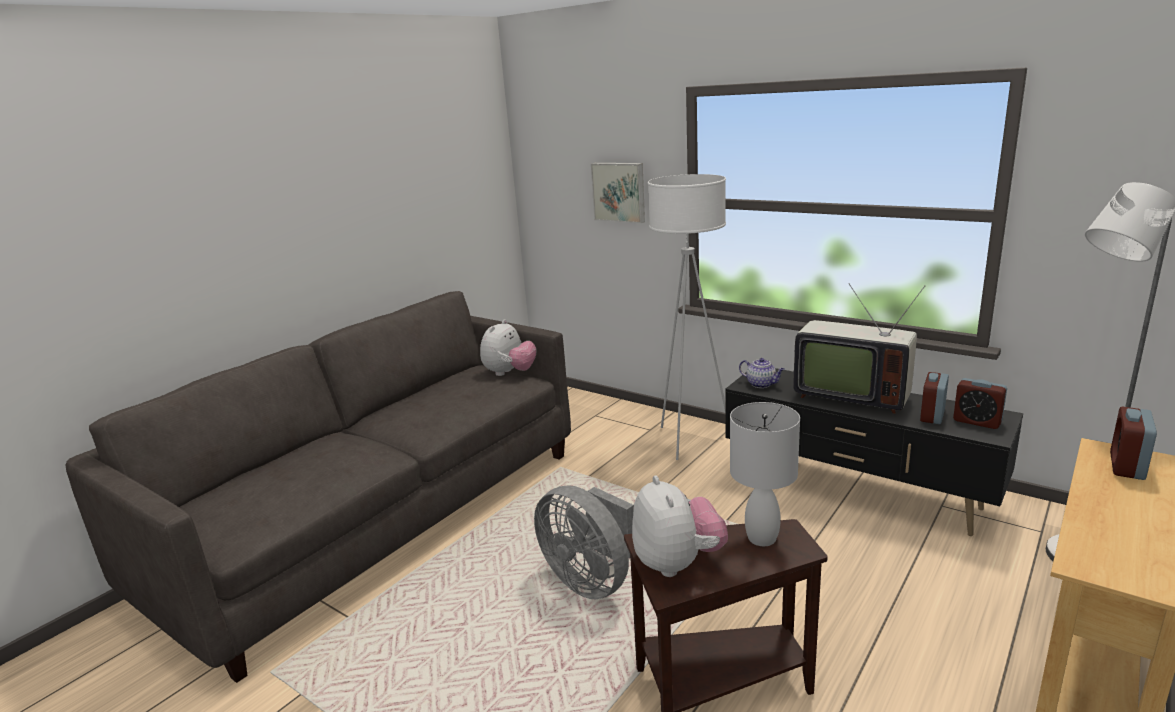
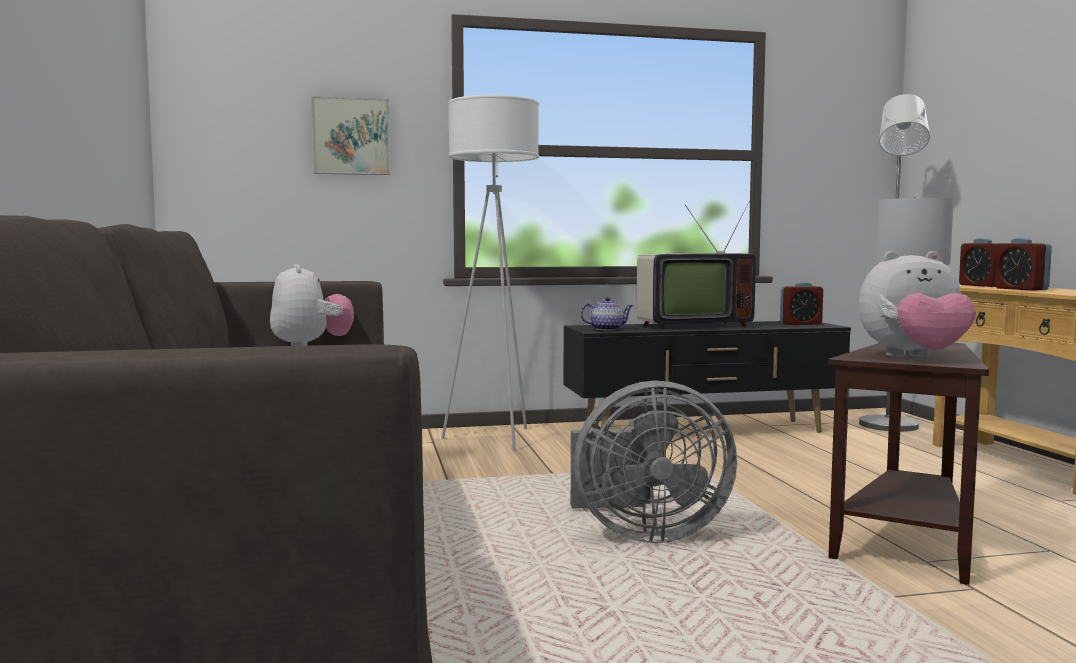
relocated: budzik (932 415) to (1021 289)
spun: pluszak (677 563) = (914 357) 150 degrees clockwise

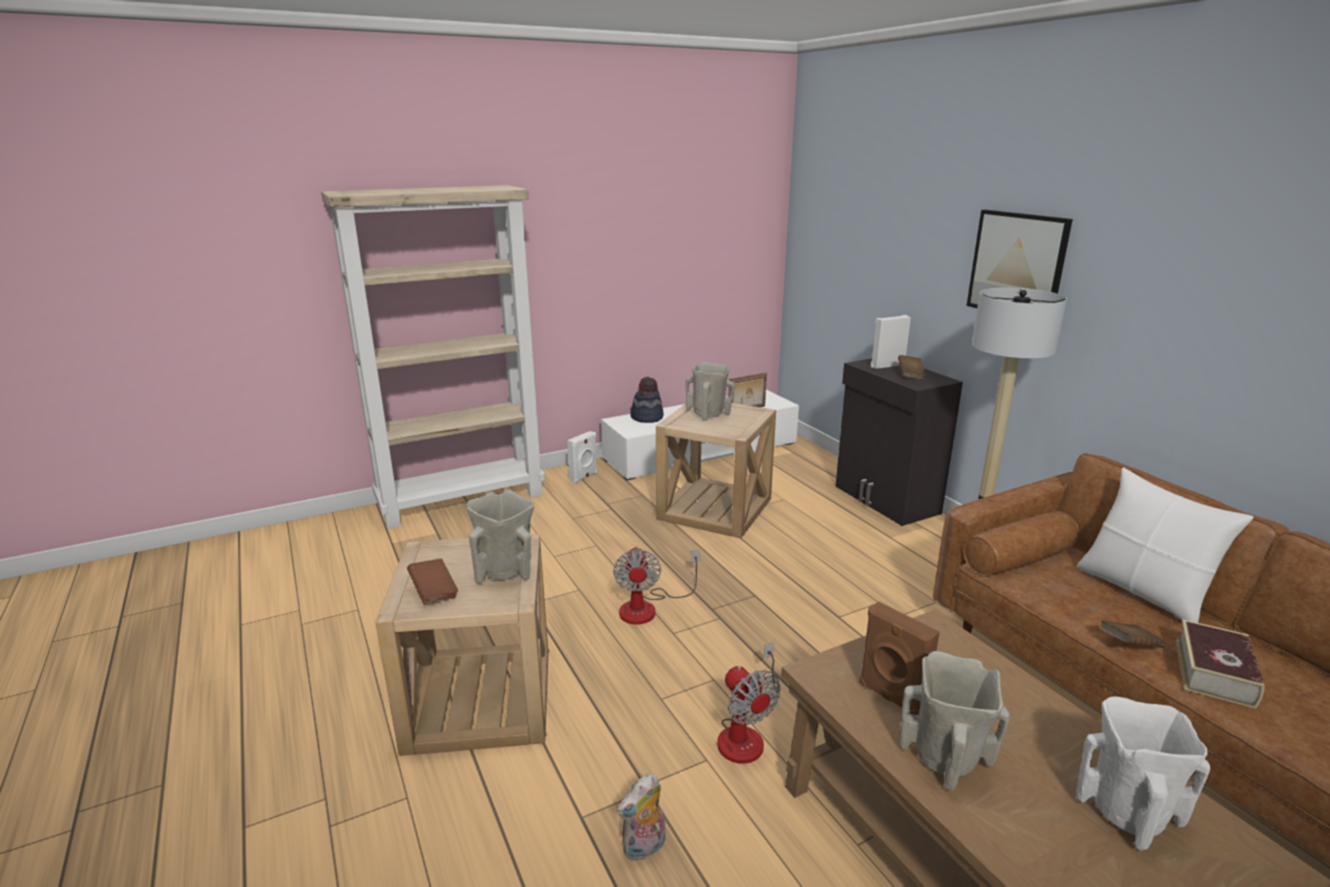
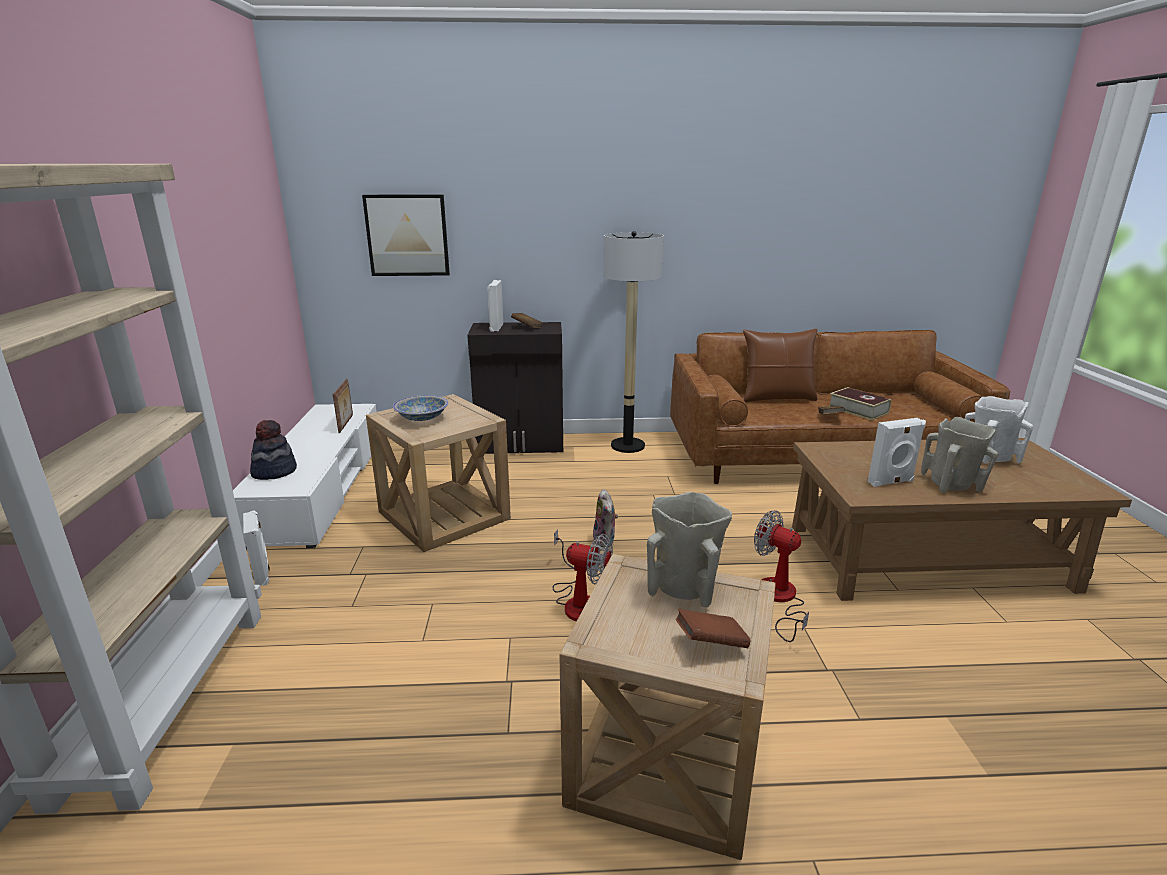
relocated: pluszak (644 848) to (606 541); obraz (1017 265) to (407 235)
exchanged: wazon/beżowy (709 414) to miska (422 418)
colour: głośnik/brązowy (890 698) to głośnik/biały (891 482); poduszka/biały (1142 592) to poduszka/brązowy (777 398)
spun: wentylator (746 733) = (779 599) 135 degrees counterclockwise

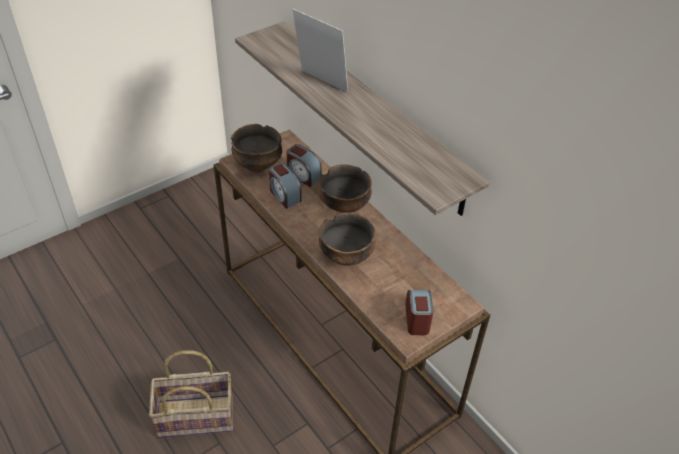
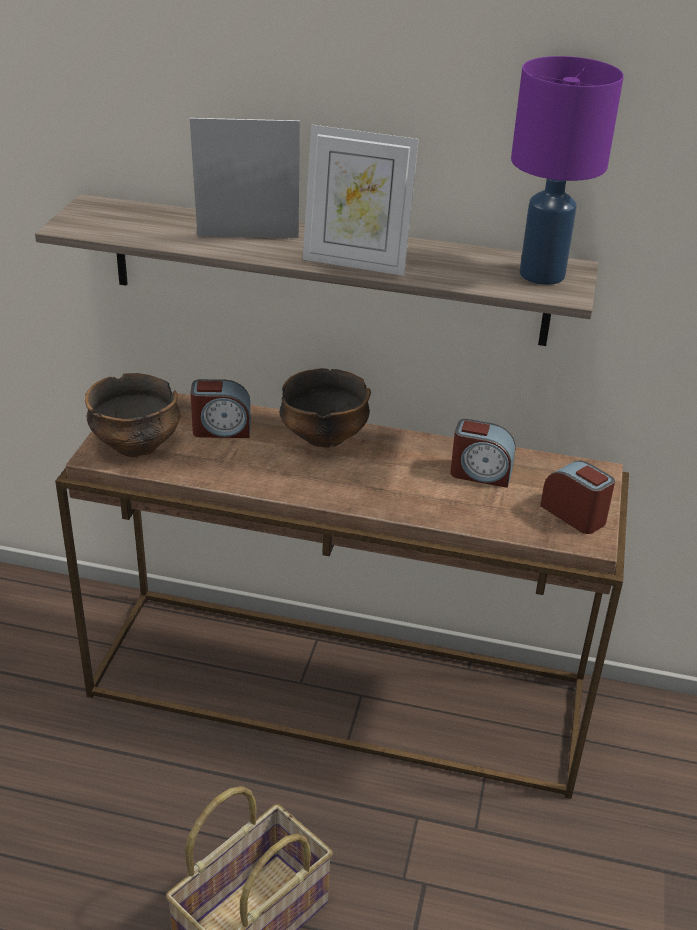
missing: miska (346 256)
appeared: ramka na zdjęcie (355 263); lampa stołowa/fioletowy (542 275)
relocated: budzik (284 195) to (480 473)

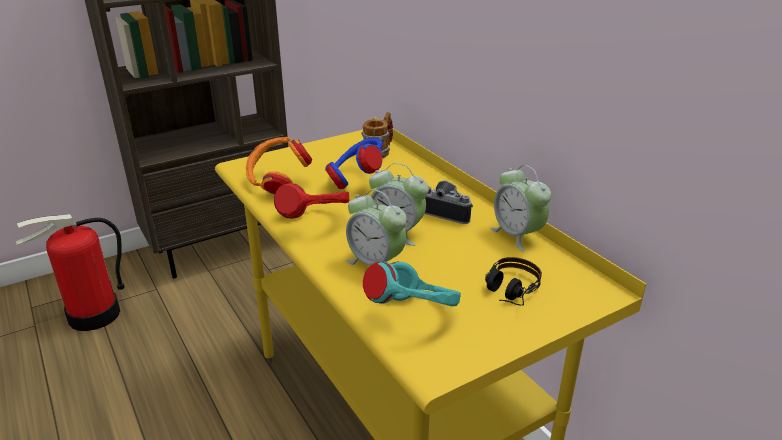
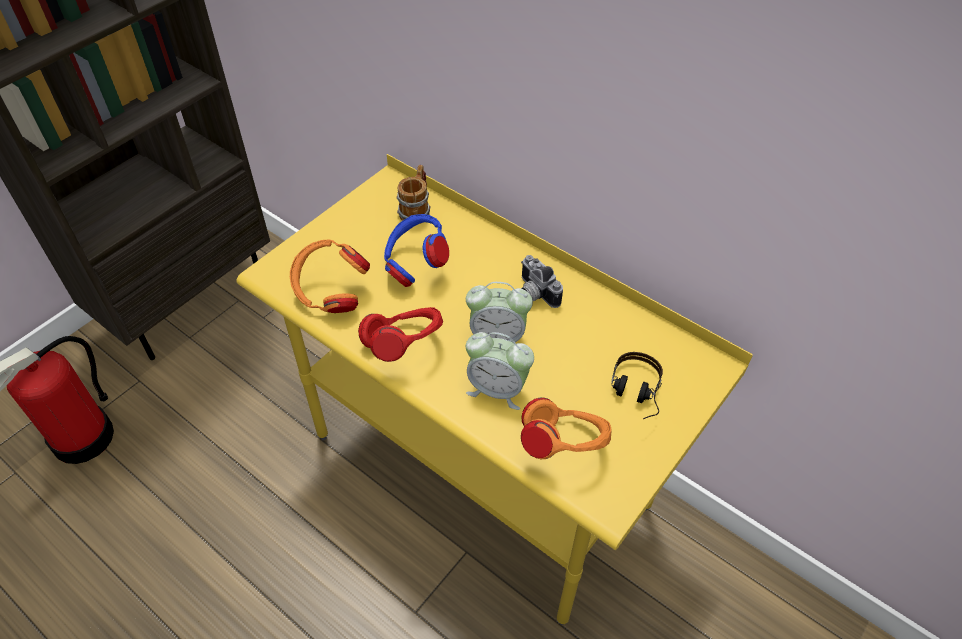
missing: budzik (517 235)
colour: słuchawki/turkusowy (414 314) to słuchawki/pomarańczowy (563 446)
spun: aparat fotograficzny (448 212) = (534 293) 135 degrees counterclockwise

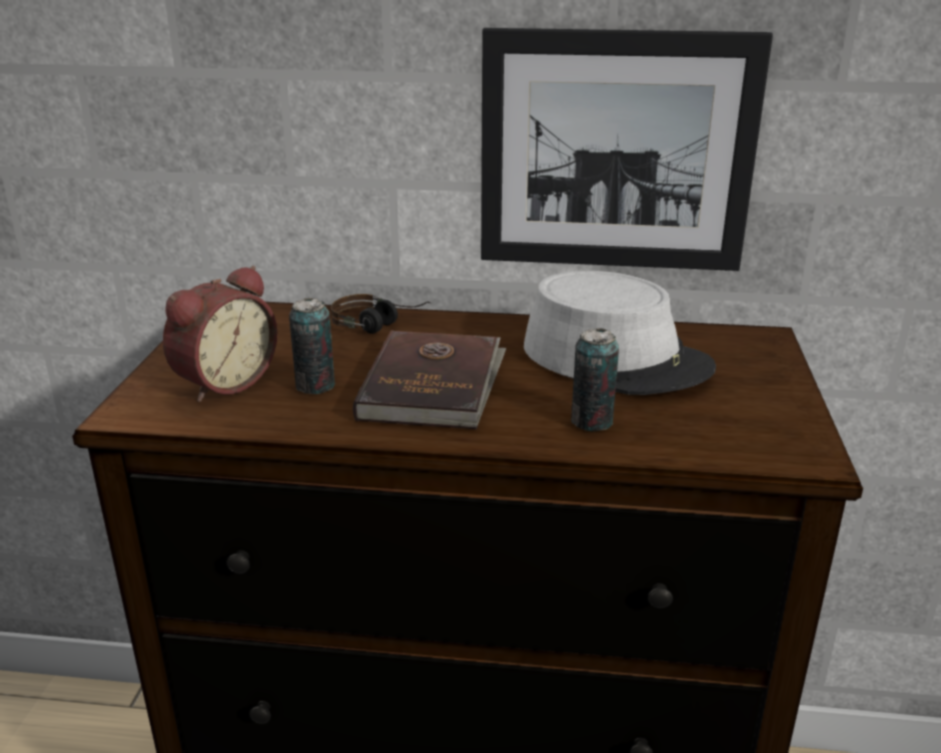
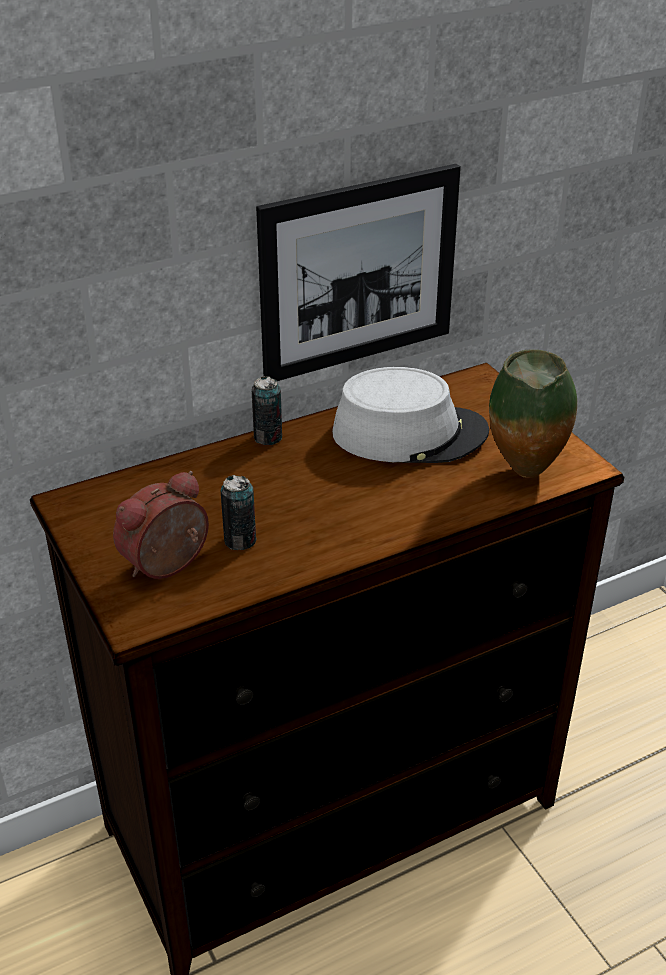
missing: słuchawki (380 326); książka/brązowy (434 385)
appeared: wazon (525 475)
relocated: puszka (591 421) to (268 437)
spun: budzik (223 382) = (168 566) 135 degrees counterclockwise

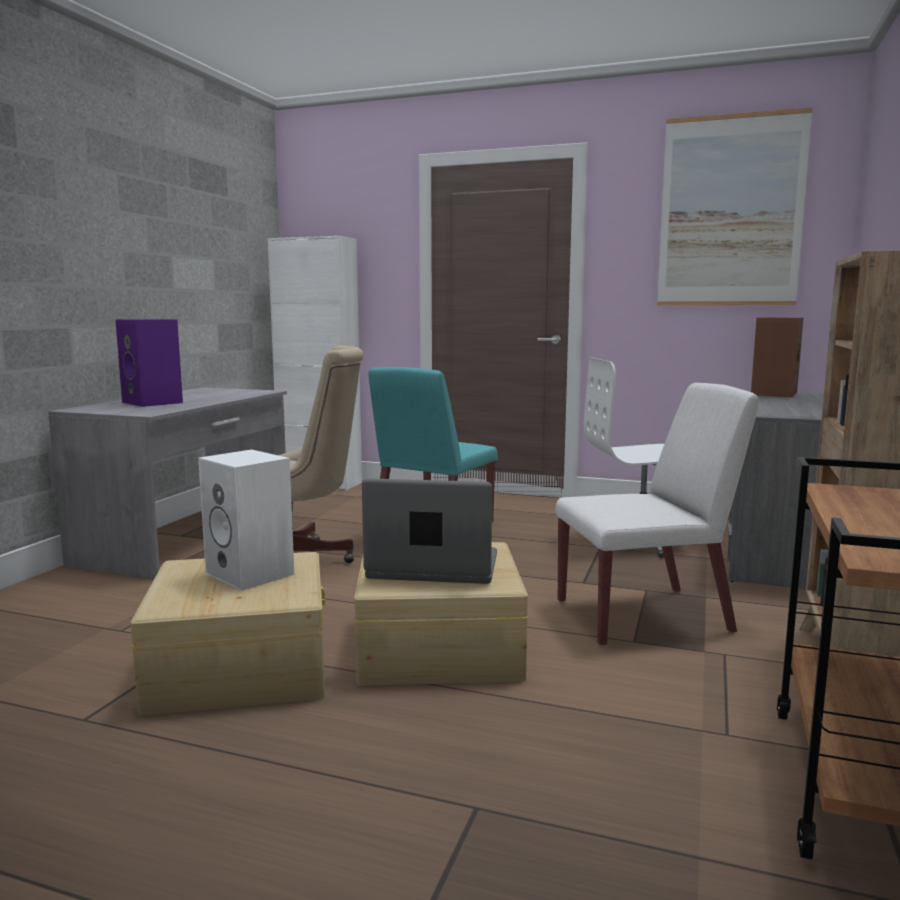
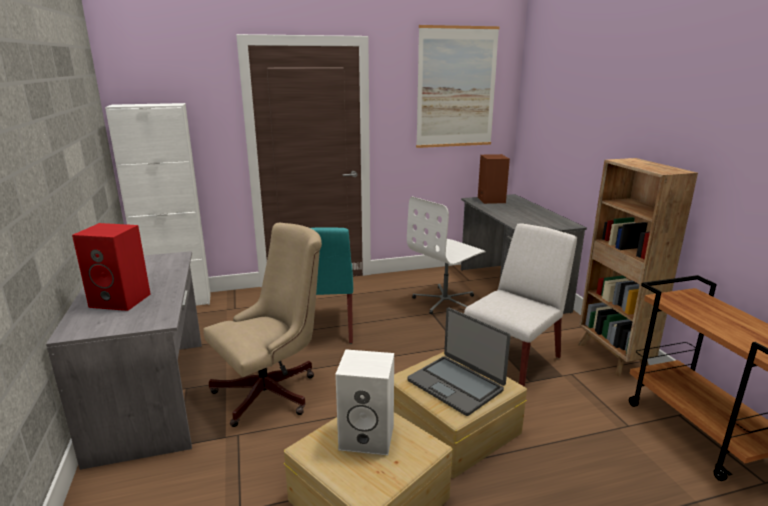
colour: głośnik/fioletowy (154 402) to głośnik/czerwony (122 300)
spun: laptop (433 567) = (456 385) 105 degrees counterclockwise

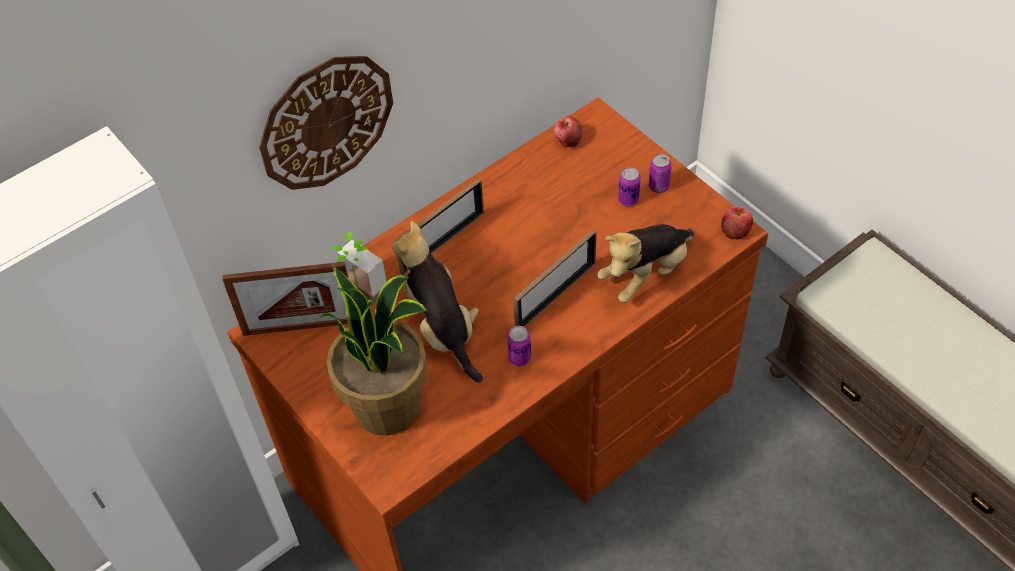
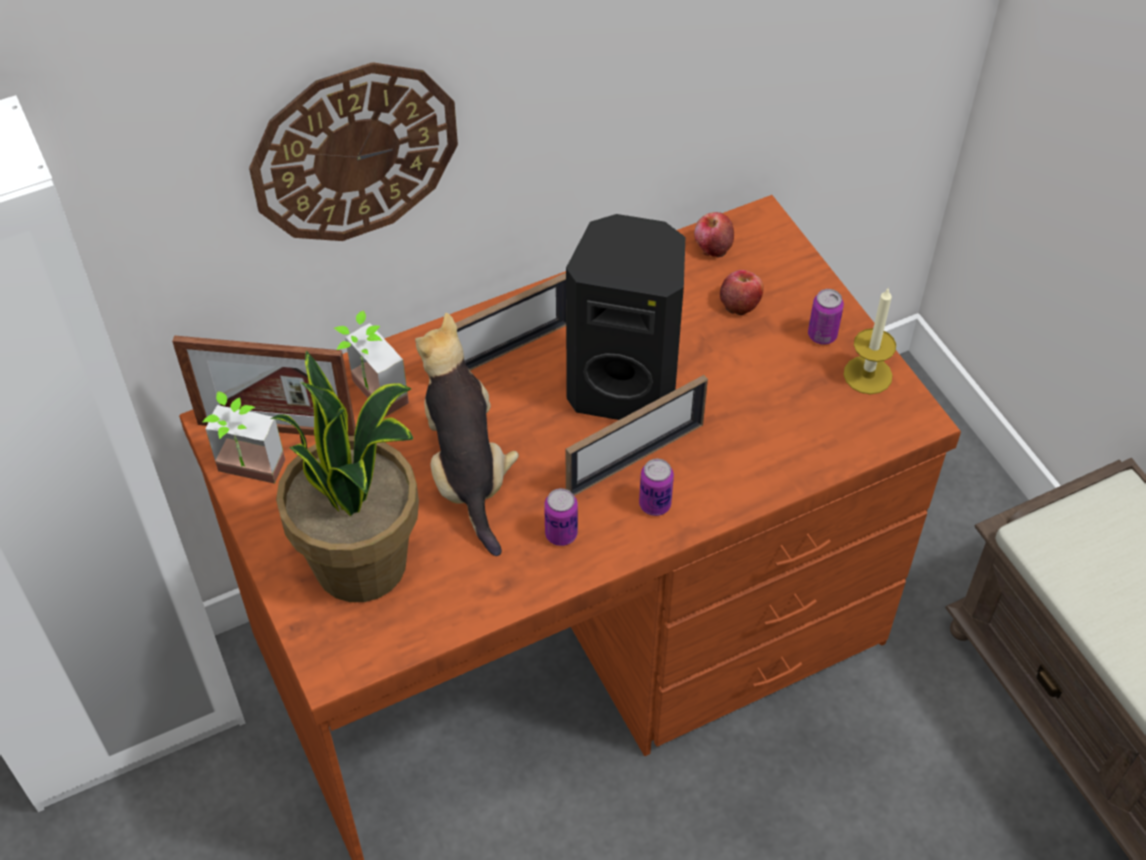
missing: pluszak (645 274)
appeared: roślina doniczkowa (247 475); głośnik/czarny (625 387); świeca (867 375)
relocated: puszka (628 200) to (655 504); jabłko (735 231) to (740 303)

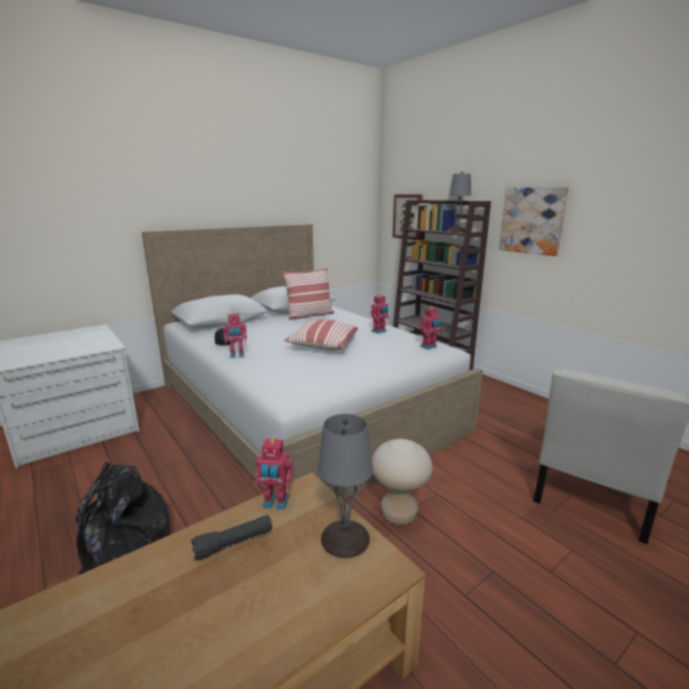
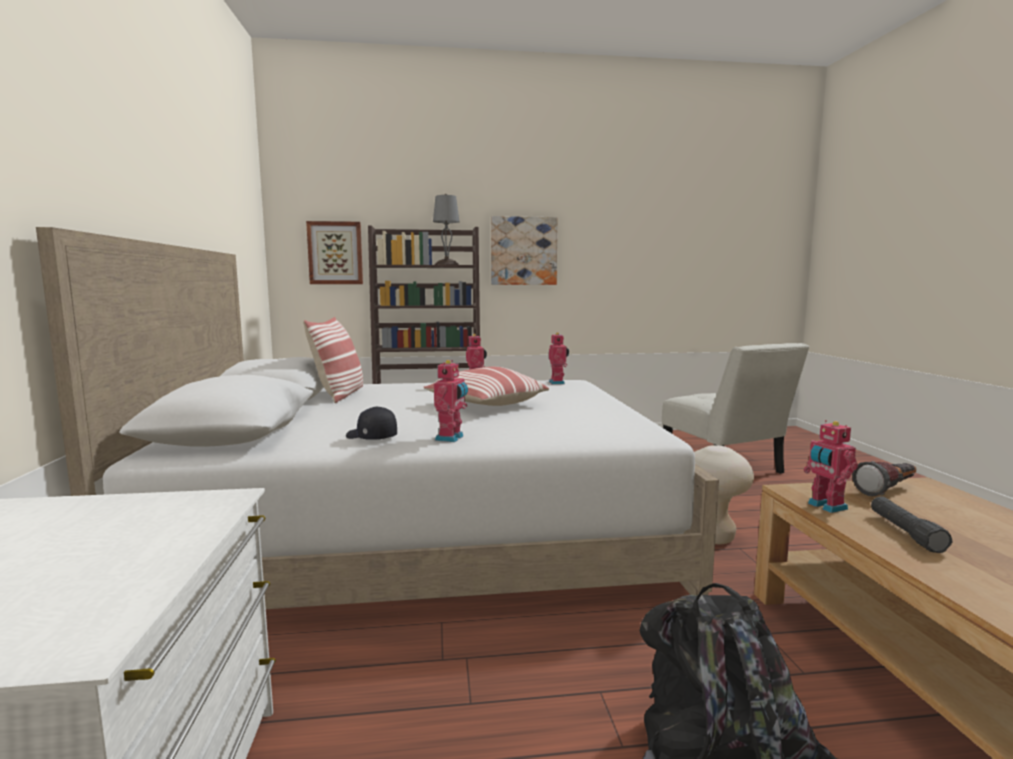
exchanged: lampa stołowa/szary (345 539) to latarka (888 491)
spun: robot zabawkowy (275 503) = (825 506) 120 degrees clockwise

